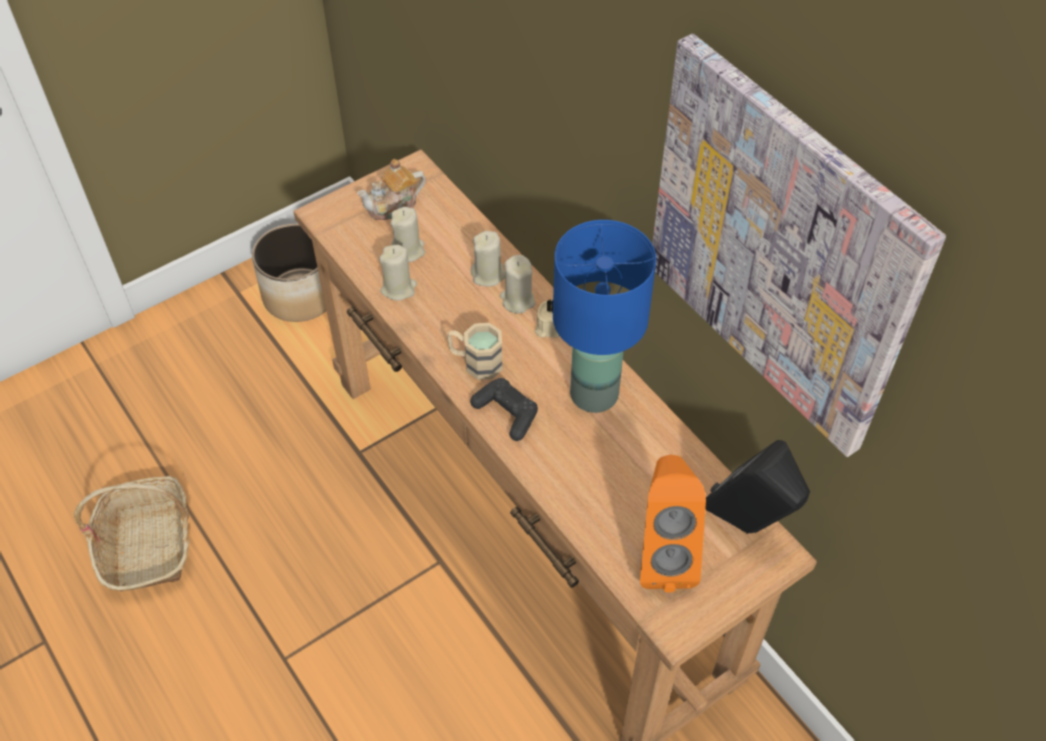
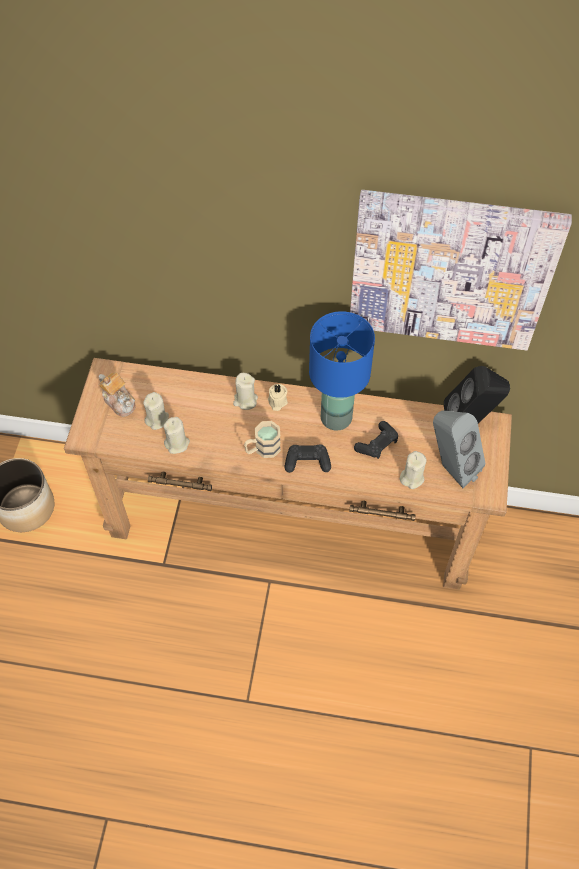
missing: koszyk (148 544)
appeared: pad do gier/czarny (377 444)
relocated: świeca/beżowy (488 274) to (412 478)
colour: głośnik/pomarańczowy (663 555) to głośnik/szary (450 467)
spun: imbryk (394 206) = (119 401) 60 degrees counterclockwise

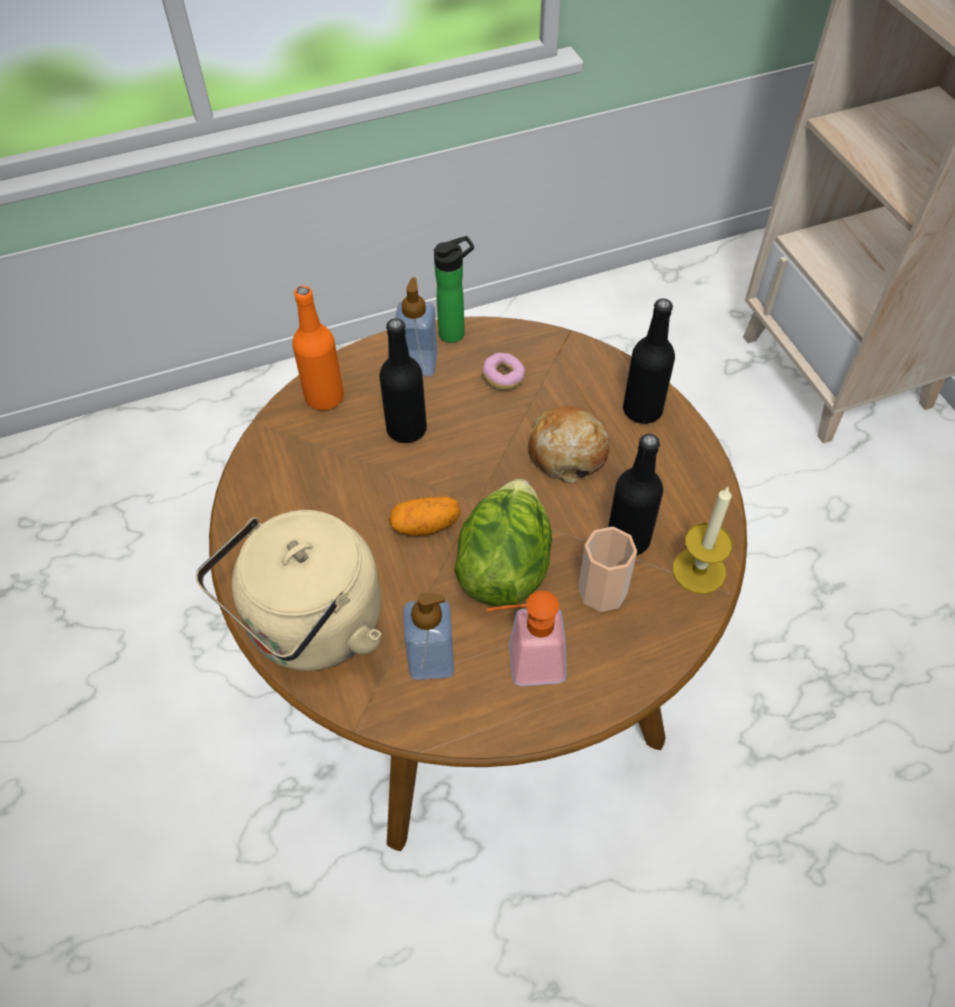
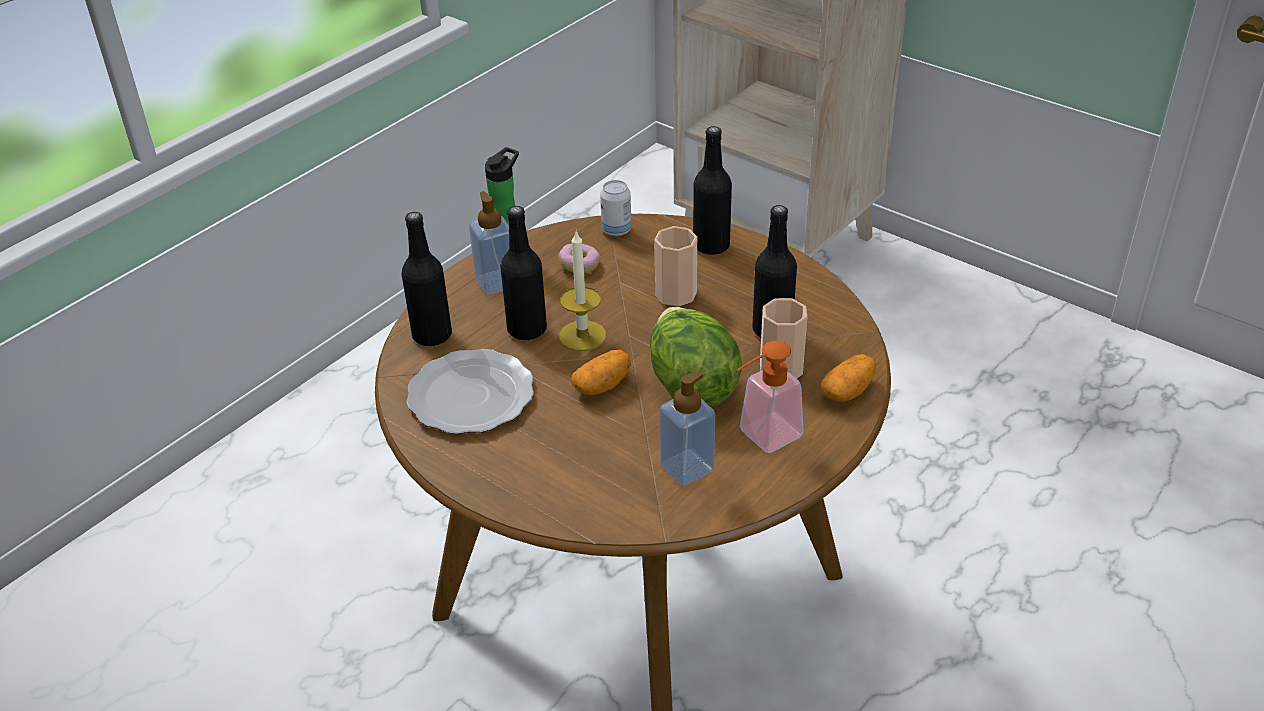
missing: czajnik/beżowy (310 628)
appeared: talerz (472 396); puszka (616 230); ziemniak (847 391)
relocated: świeca (699 570) to (582 336)
exchanged: chleb (567 452) to filiżanka (676 294)
colour: butelka/pomarańczowy (324 397) to butelka/czarny (432 335)

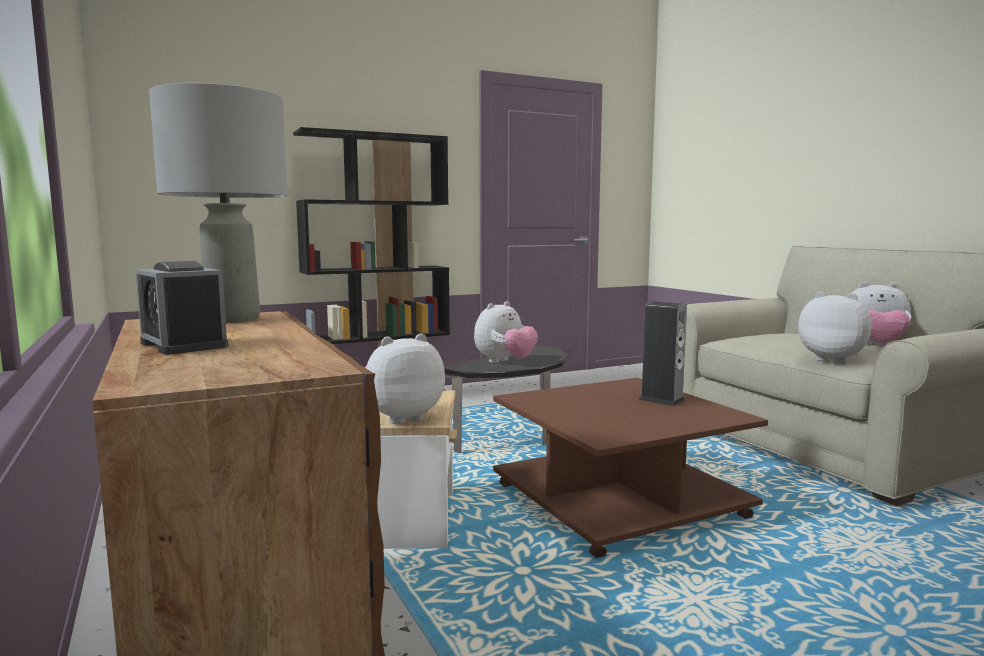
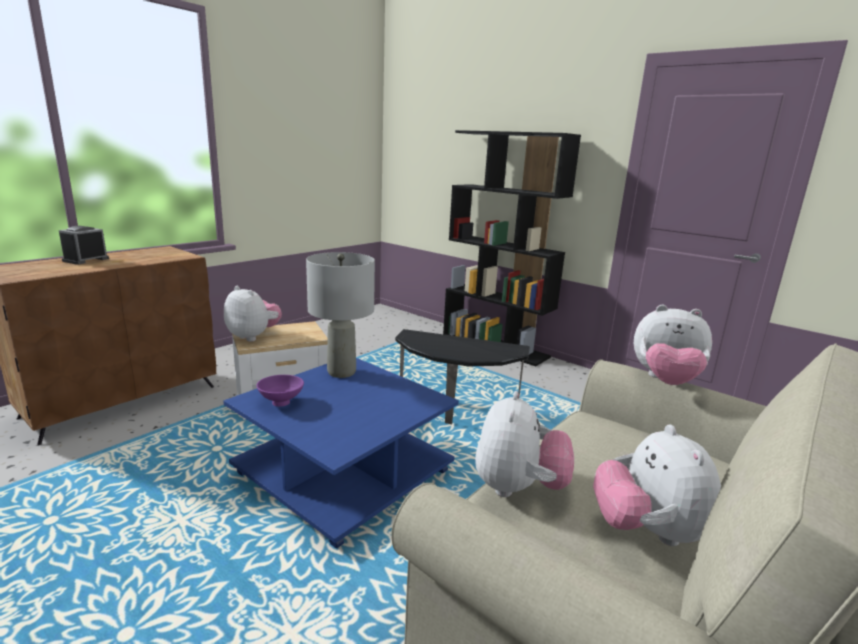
missing: głośnik (662 400)
appeared: miska/fioletowy (280 402)
relocated: lampa stołowa/szary (233 319) to (342 372); pluszak (504 362) to (665 381)
colour: ława/brązowy (621 501) to ława/niebieski (344 474)

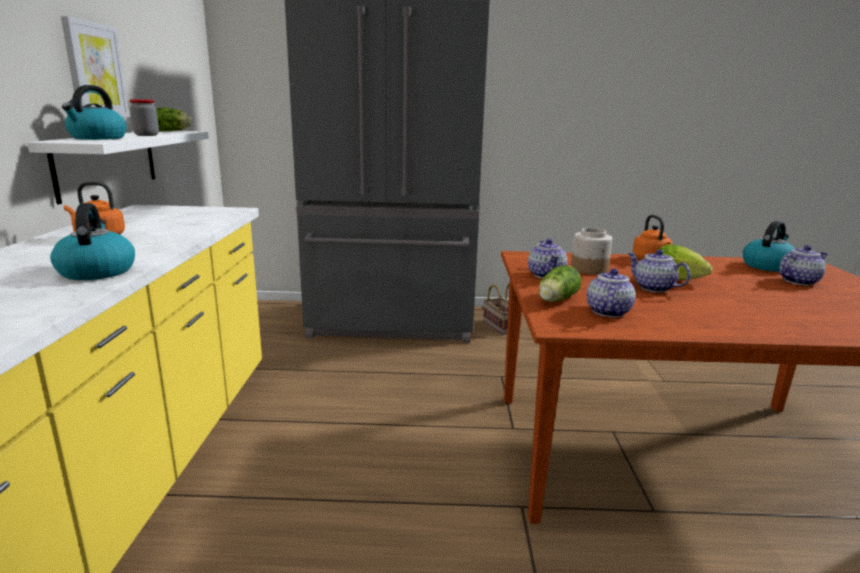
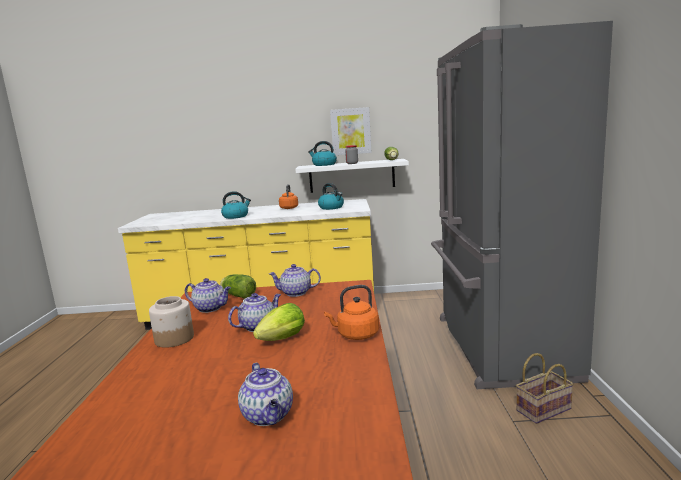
relocated: słoik (589 269) to (174 339); czajnik (767 266) to (331 207)

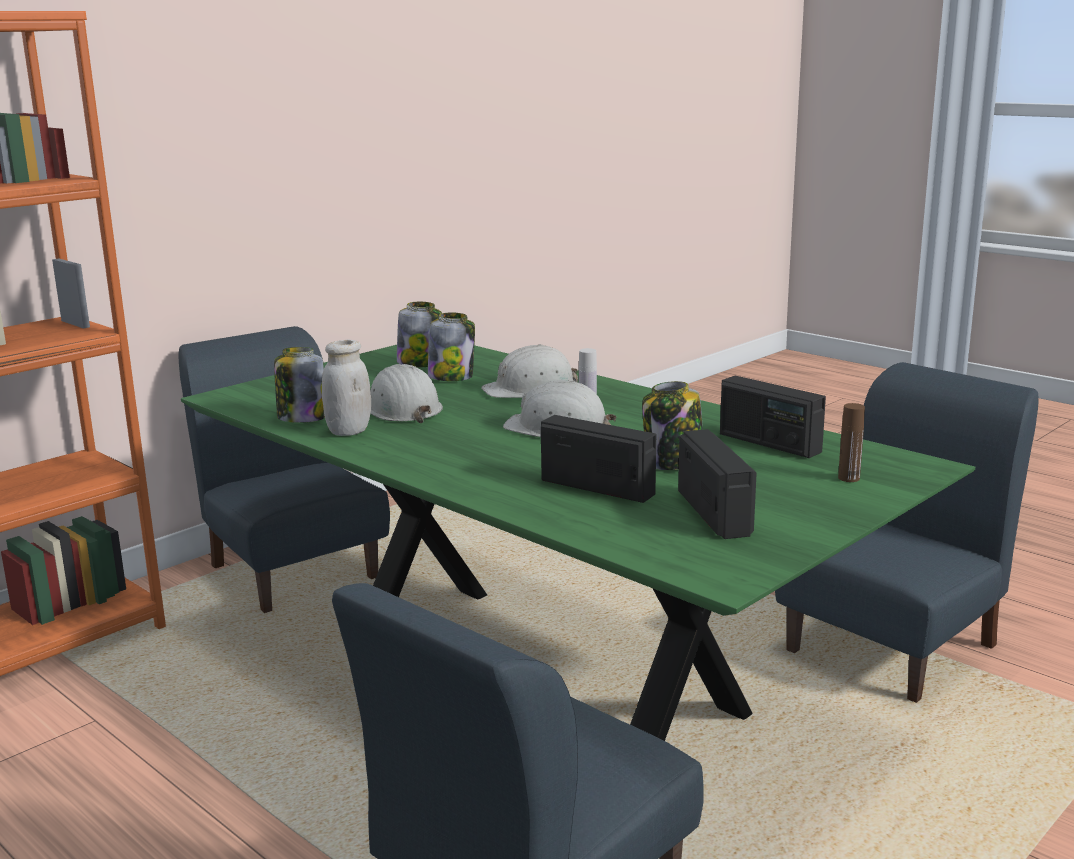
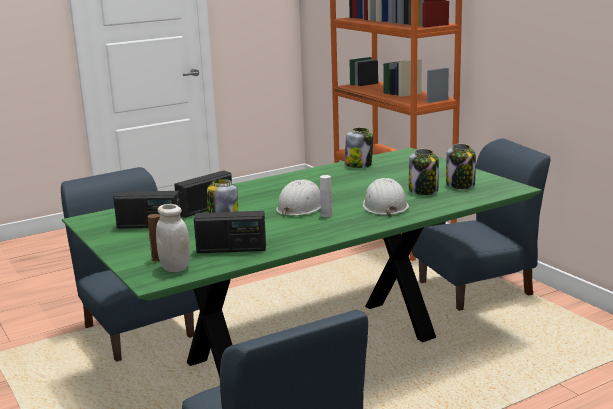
missing: kask/biały (402 409)
relocated: słoik/biały (348 431) to (175 268)
spun: radio (769 443) = (231 249) 150 degrees counterclockwise

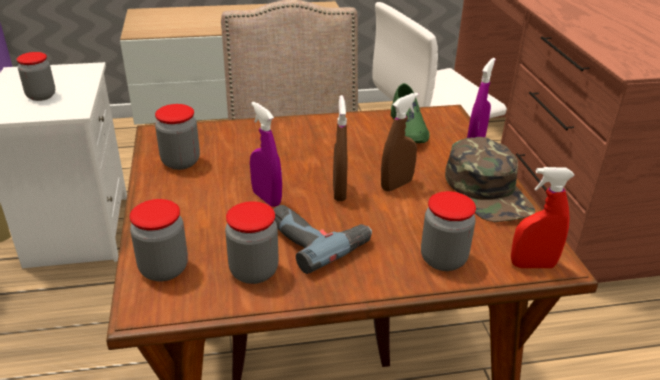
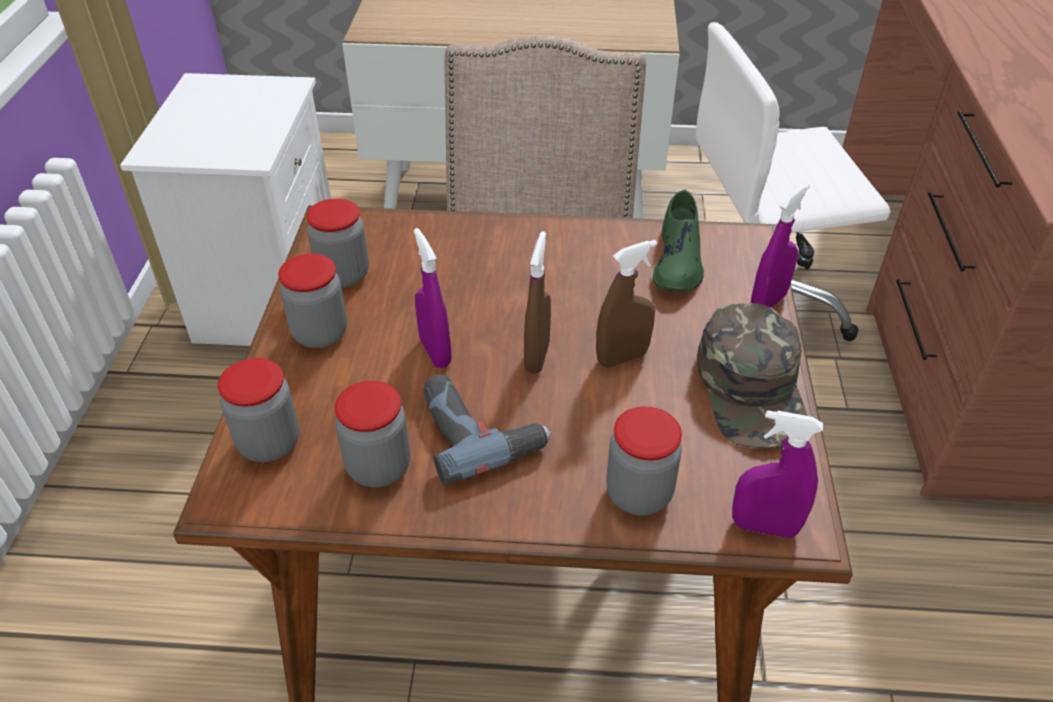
relocated: słoik (41 96) to (320 333)
colour: spryskiwacz/czerwony (532 265) to spryskiwacz/fioletowy (764 527)

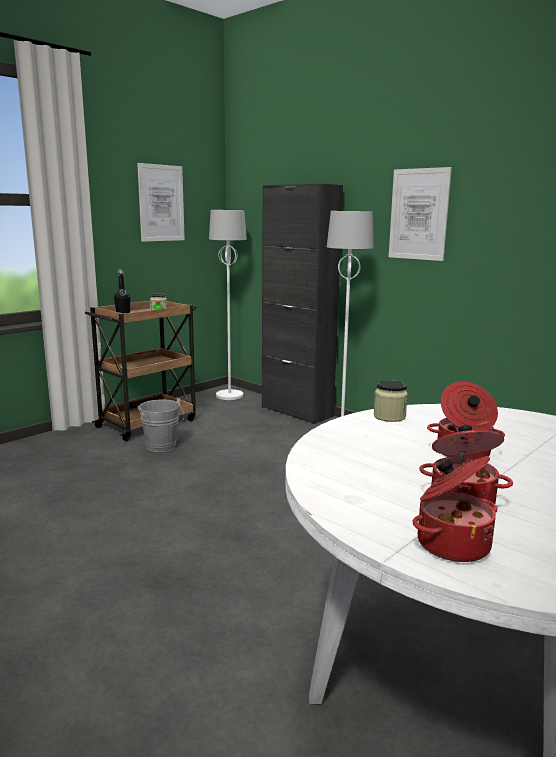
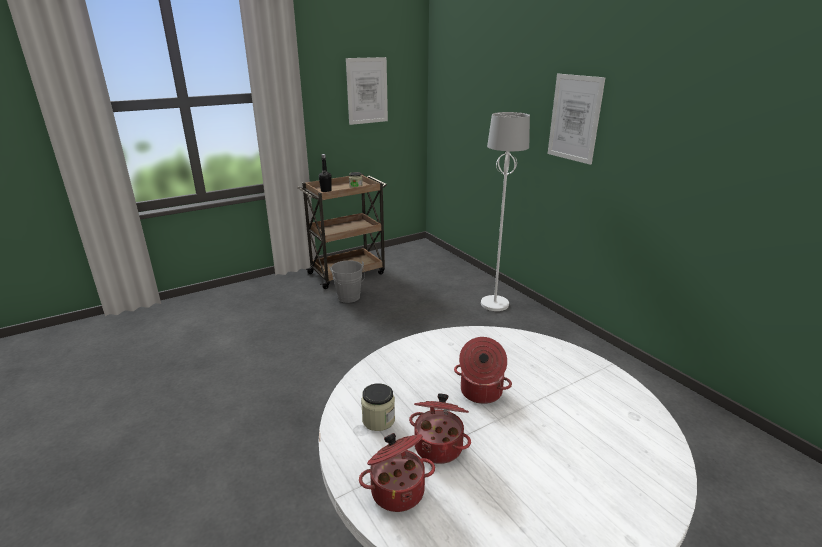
missing: lampa stojąca/biały (229 395); szafka/czarny (296 412)
relocated: słoik (389 416) to (378 420)

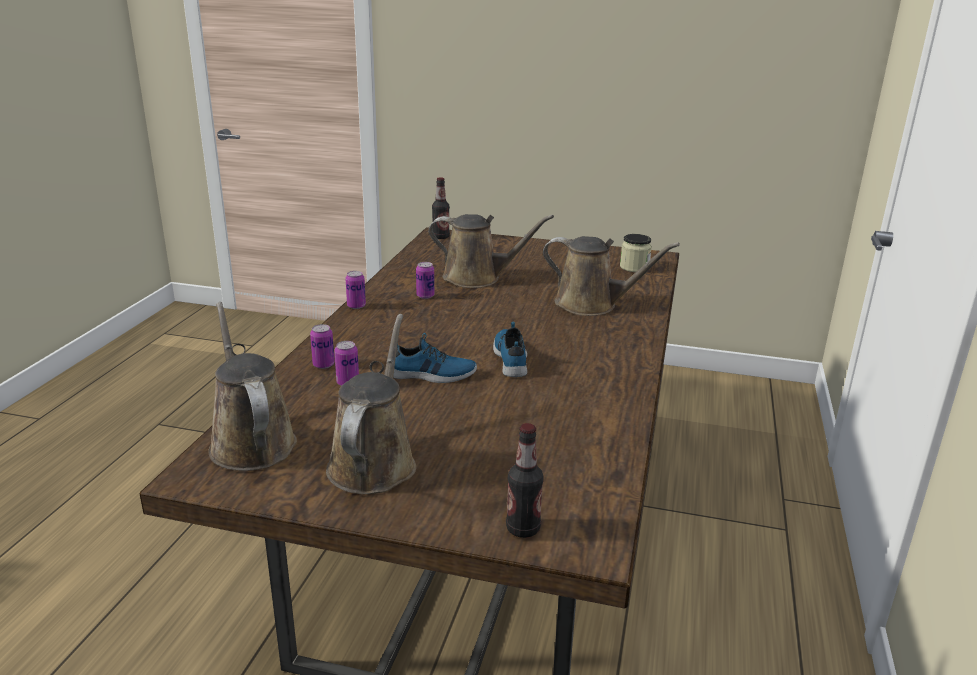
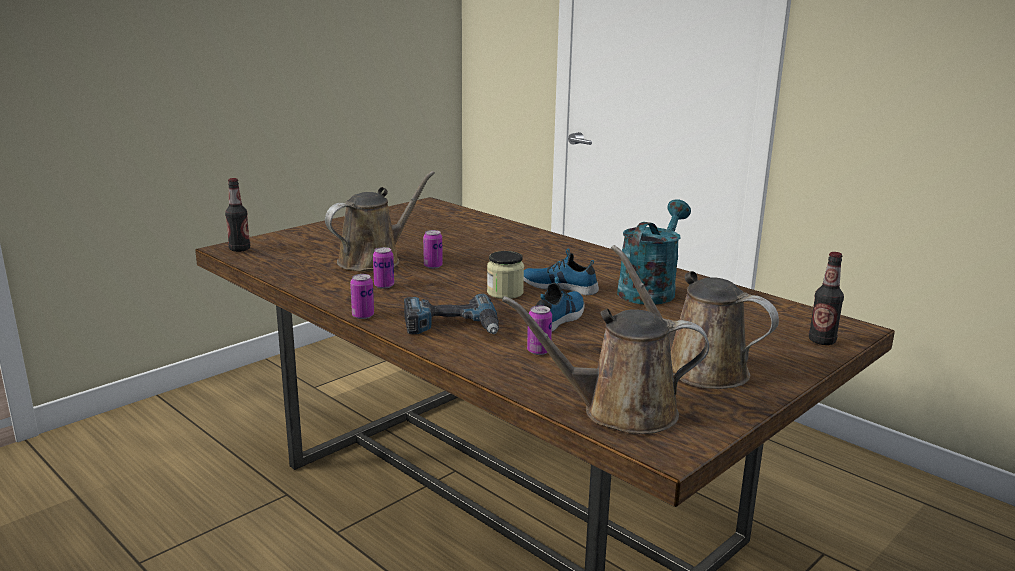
missing: konewka/brązowy (591 305)
appeared: wiertarka (452 327); konewka/turkusowy (650 289)
relocated: puszka (323 365) to (433 266); słoik (634 267) to (505 292)

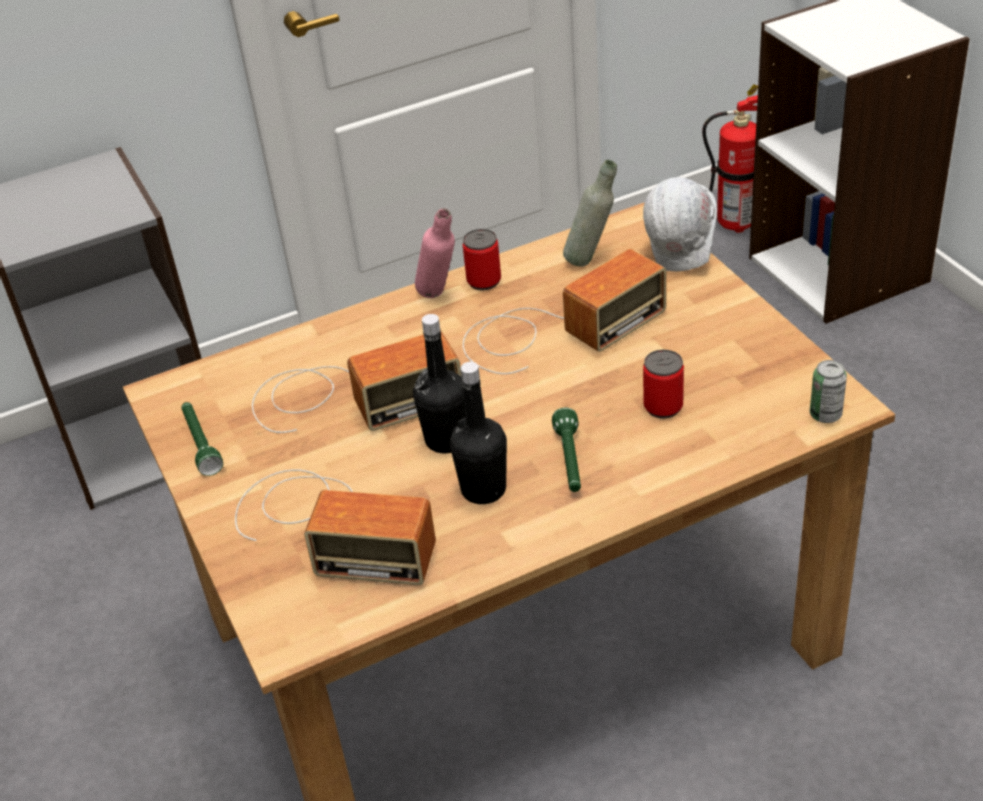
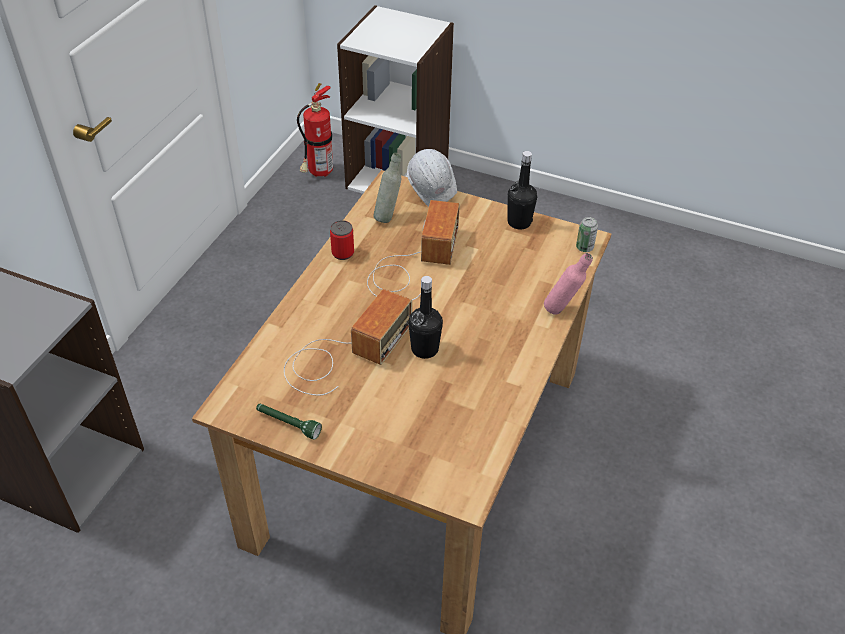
missing: radio (330 527); latarka/zielony (570 461); puszka (663 406)
relocated: butelka/różowy (440 298) to (562 310); butelka/czarny (483 489) to (519 222)

